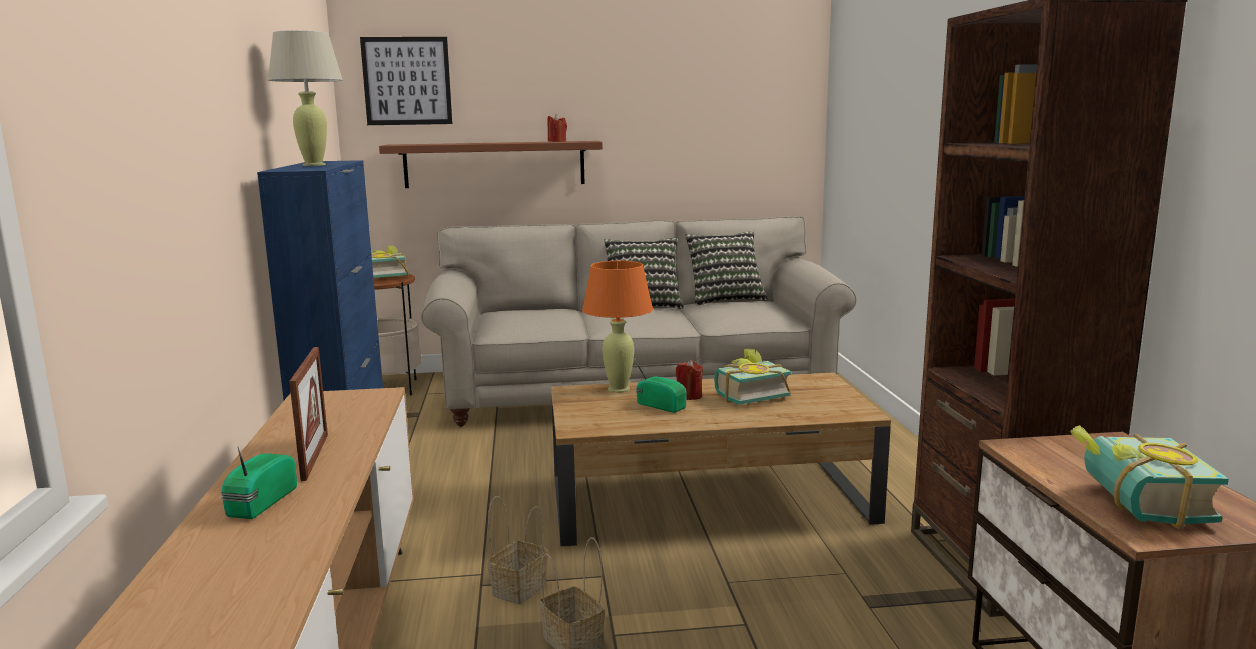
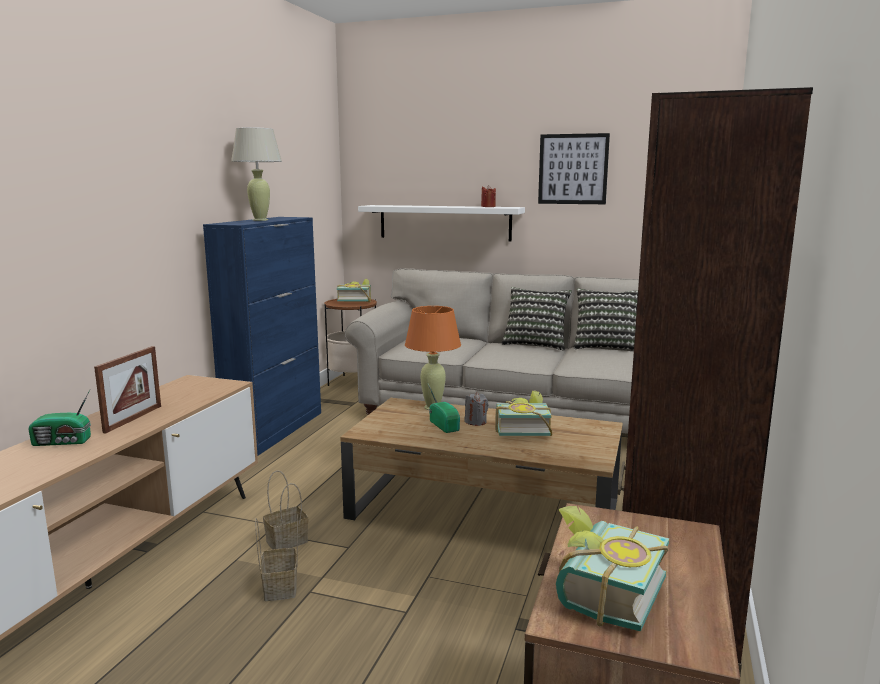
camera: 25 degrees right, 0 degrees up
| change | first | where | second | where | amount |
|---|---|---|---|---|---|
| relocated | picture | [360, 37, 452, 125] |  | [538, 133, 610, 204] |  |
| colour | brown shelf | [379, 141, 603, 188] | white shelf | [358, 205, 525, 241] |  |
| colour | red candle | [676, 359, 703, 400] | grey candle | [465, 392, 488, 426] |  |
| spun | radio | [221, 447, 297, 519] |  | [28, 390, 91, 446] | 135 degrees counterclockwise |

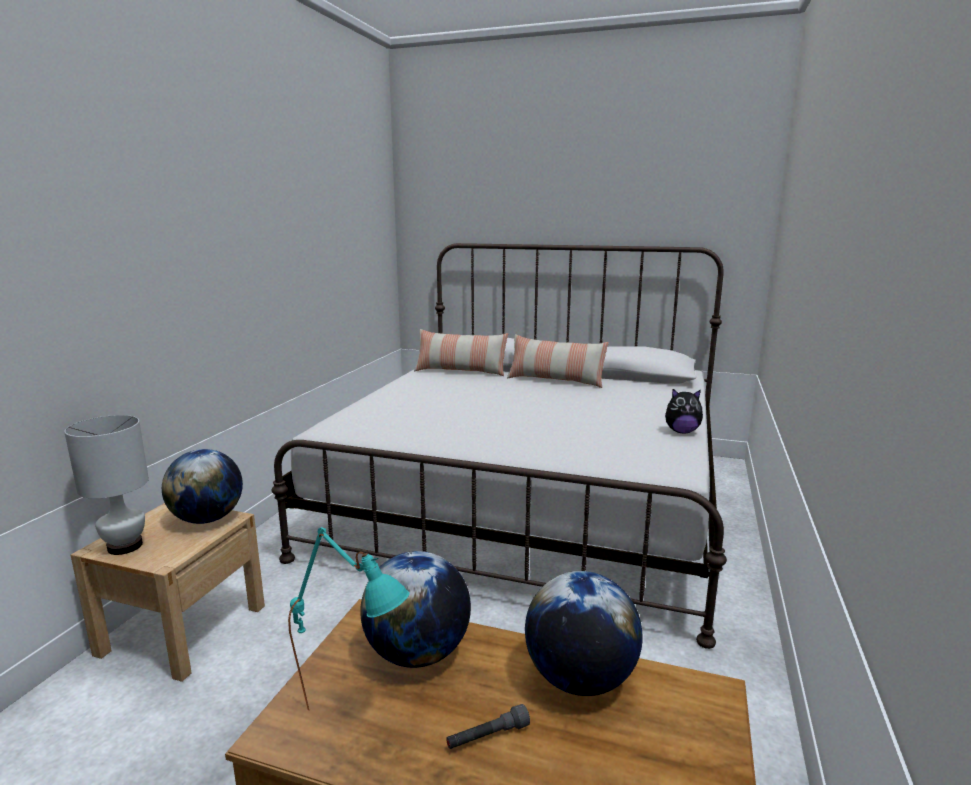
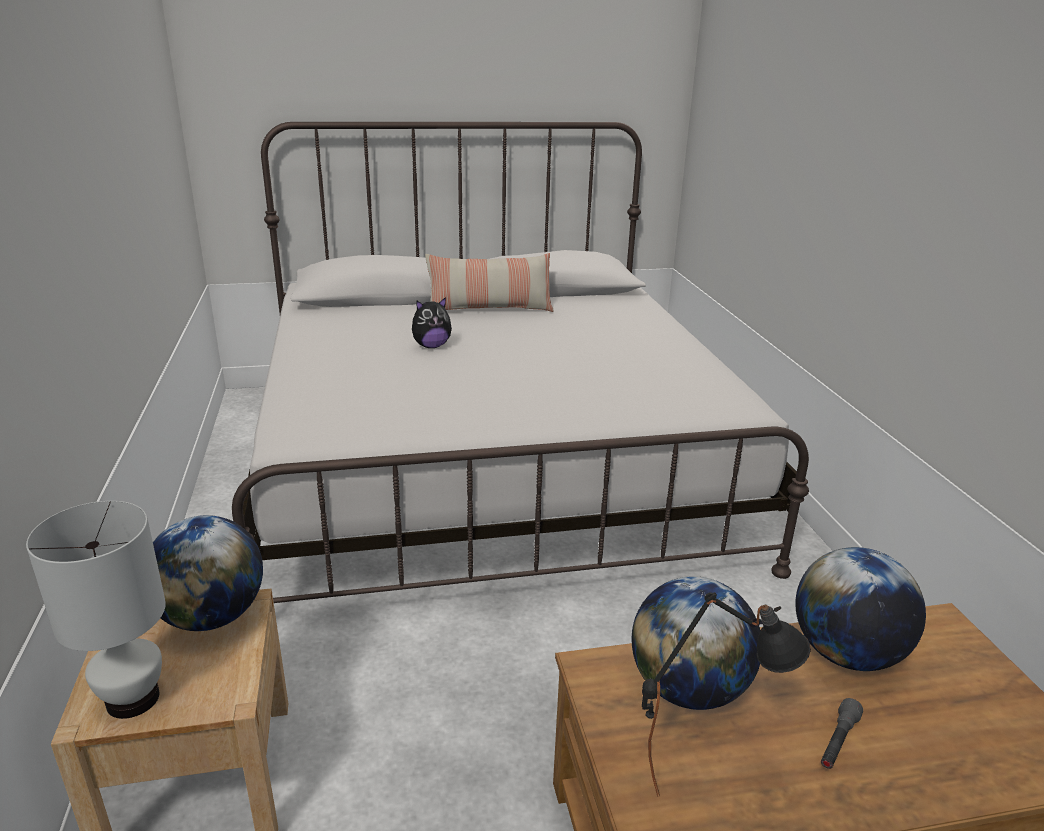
camera: 30 degrees left, 10 degrees up
| change | first | where | second | where | amount |
|---|---|---|---|---|---|
| missing | pillow | [414, 329, 508, 376] |  |  |  |
| relocated | plush toy | [665, 389, 703, 434] |  | [412, 297, 452, 348] |  |
| colour | turquoise table lamp | [288, 527, 410, 710] | black table lamp | [642, 592, 811, 797] |  |

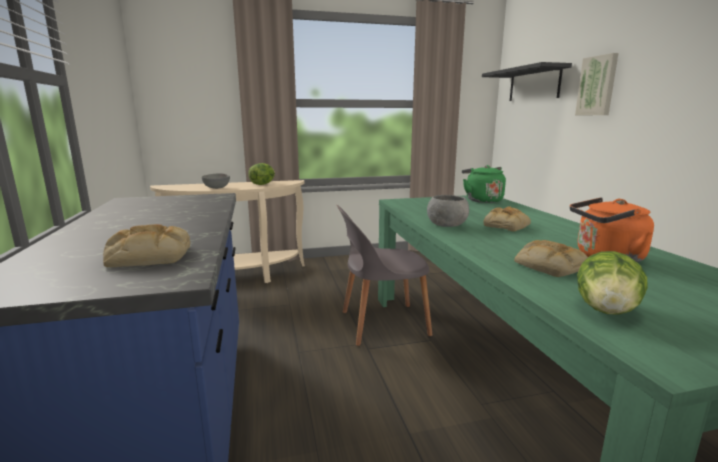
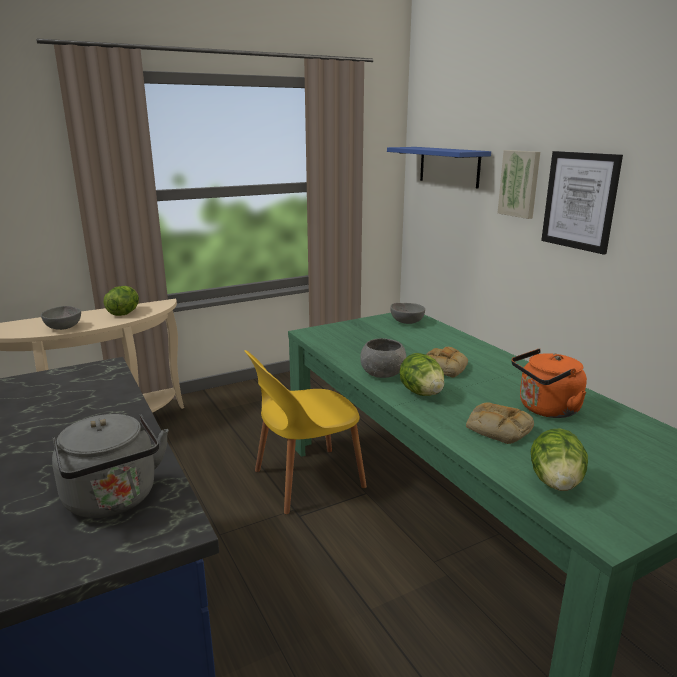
camera: 15 degrees left, 5 degrees up
| change | first | where | second | where | amount |
|---|---|---|---|---|---|
| appeared |  |  | lettuce | [399, 353, 444, 396] |  |
| appeared |  |  | picture | [541, 151, 623, 255] |  |
| exchanged | bread | [103, 224, 190, 267] | grey kettle | [52, 414, 169, 518] |  |
| exchanged | green kettle | [462, 165, 506, 203] | grey bowl | [390, 303, 425, 324] |  |
| colour | grey chair | [336, 205, 432, 346] | yellow chair | [245, 350, 367, 514] |  |
| colour | black shelf | [482, 62, 572, 101] | blue shelf | [387, 147, 491, 188] |  |

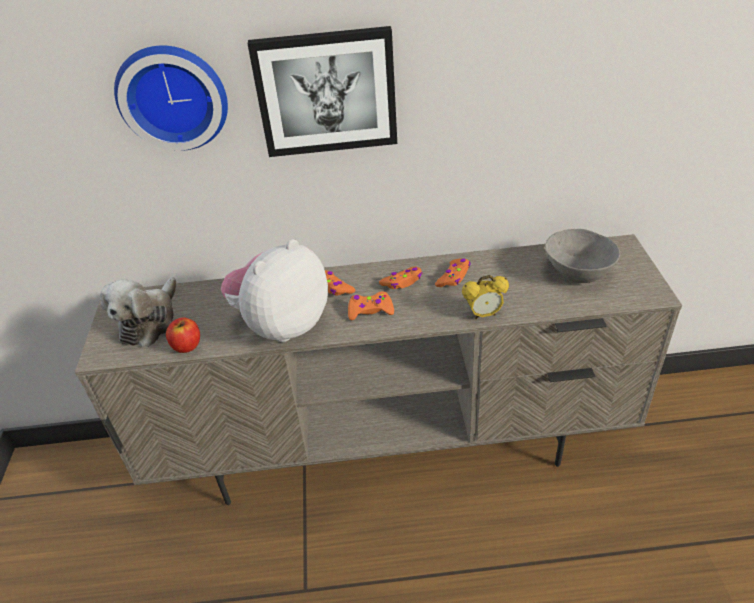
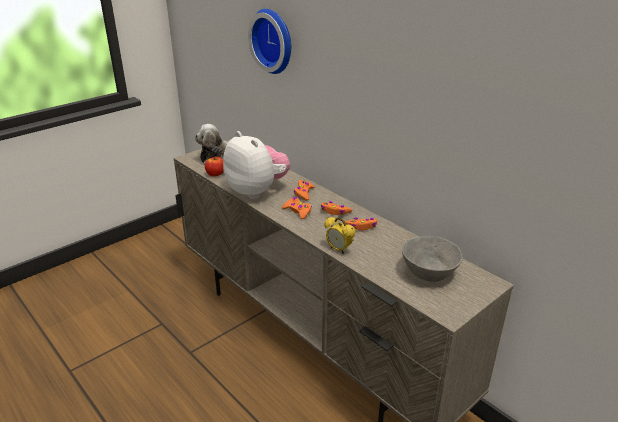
camera: 50 degrees right, 10 degrees down
| change | first | where | second | where | amount |
|---|---|---|---|---|---|
| missing | picture | [248, 26, 397, 157] |  |  |  |
| spun | plush toy | [221, 239, 328, 342] |  | [223, 131, 290, 199] | 45 degrees clockwise |

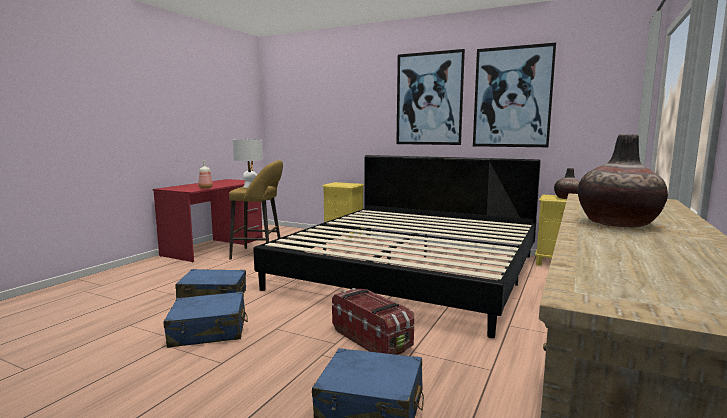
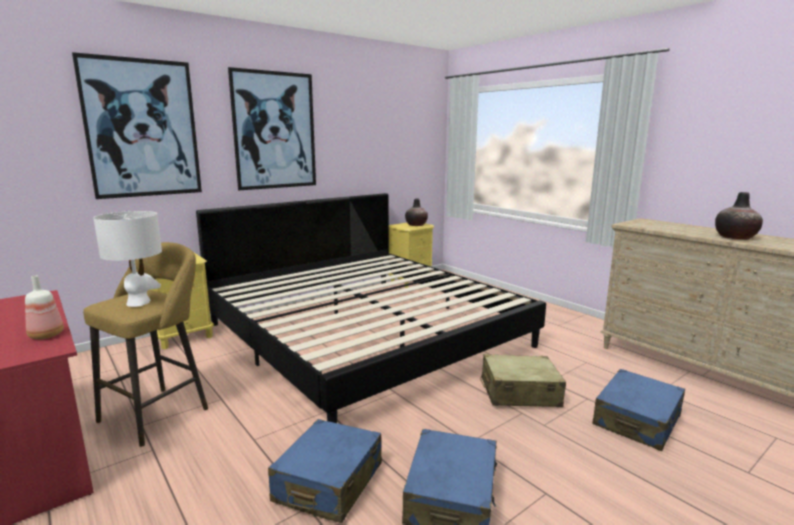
camera: 65 degrees left, 5 degrees up
| change | first | where | second | where | amount |
|---|---|---|---|---|---|
| relocated | picture | [473, 42, 556, 147] |  | [72, 52, 202, 199] |  |
| exchanged | storage box | [332, 288, 414, 355] | beige suitcase | [480, 354, 566, 407] |  |

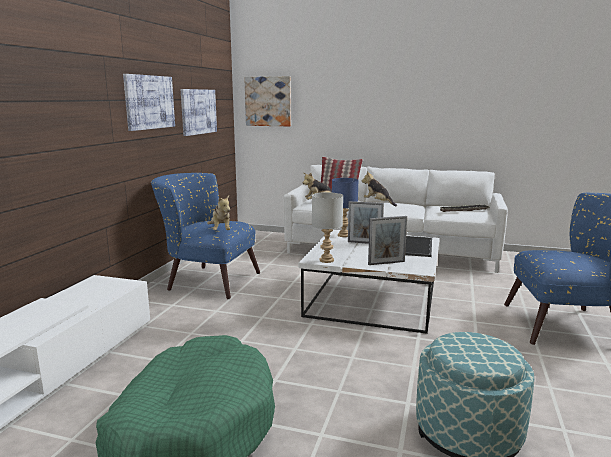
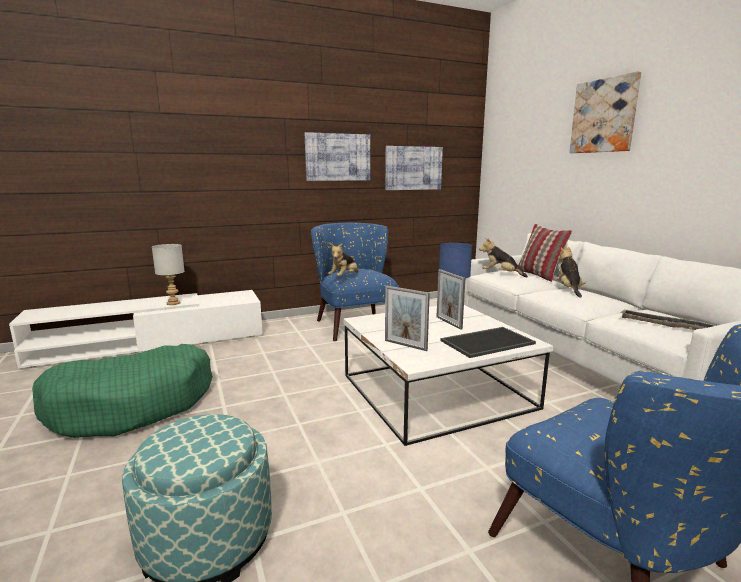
camera: 50 degrees right, 0 degrees up
| change | first | where | second | where | amount |
|---|---|---|---|---|---|
| relocated | picture | [244, 76, 291, 127] |  | [569, 71, 641, 153] |  |
| relocated | grey table lamp | [312, 192, 343, 263] |  | [152, 244, 184, 305] |  |

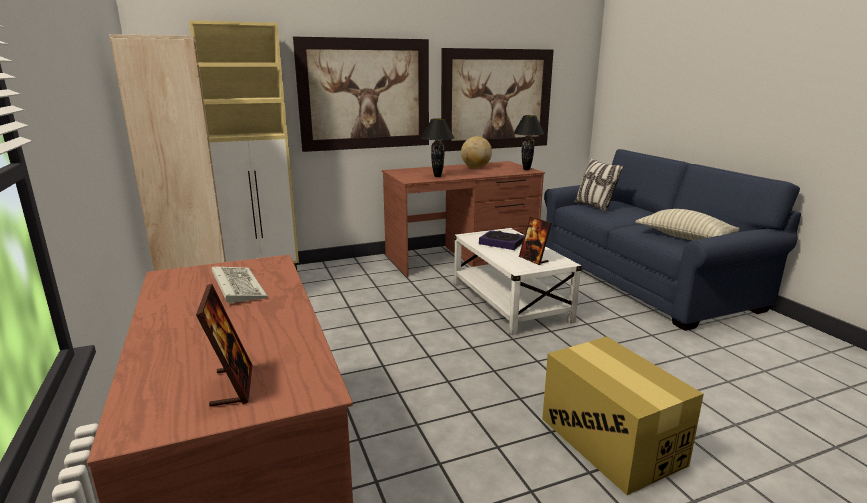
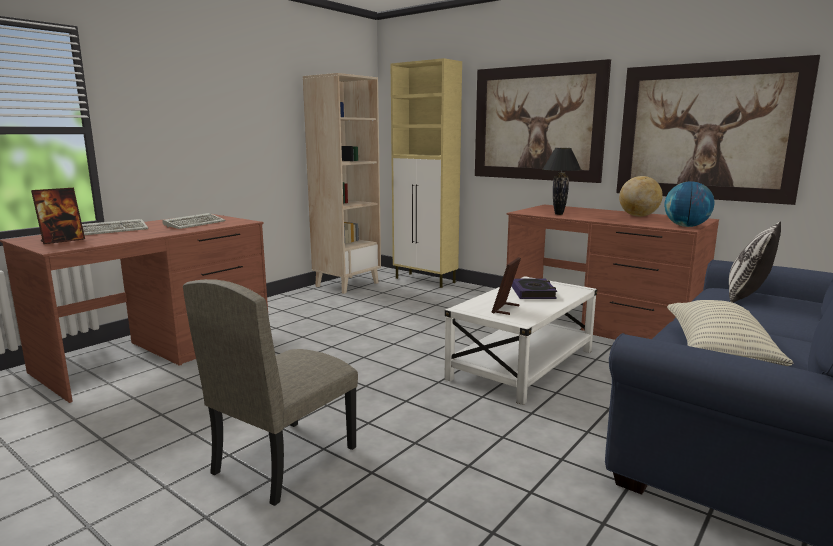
camera: 60 degrees right, 5 degrees down
| change | first | where | second | where | amount |
|---|---|---|---|---|---|
| appeared |  |  | keyboard | [82, 219, 148, 235] |  |
| exchanged | black table lamp | [513, 115, 544, 170] | globe | [664, 181, 715, 227] |  |
| exchanged | cardboard box | [542, 336, 704, 495] | beige chair | [183, 279, 358, 506] |  |

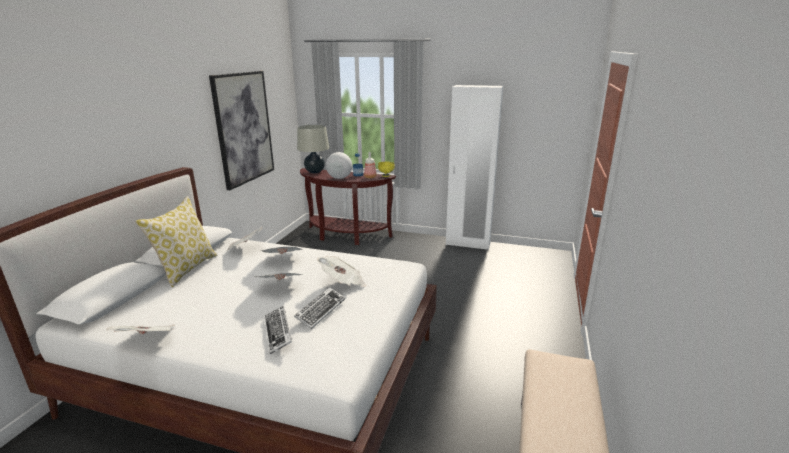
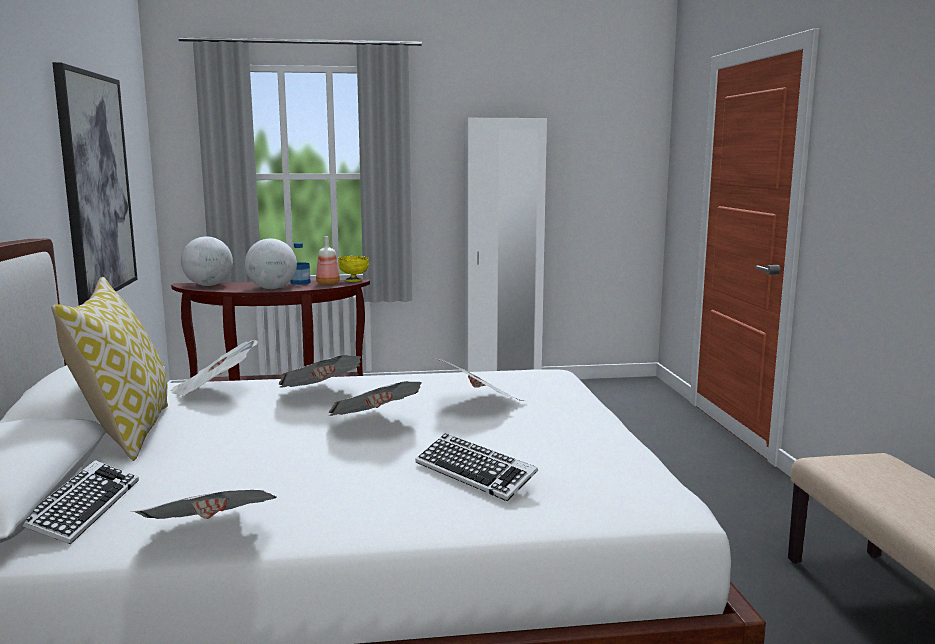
camera: 25 degrees left, 10 degrees down
| change | first | where | second | where | amount |
|---|---|---|---|---|---|
| relocated | keyboard | [294, 287, 345, 329] |  | [23, 460, 139, 544] |  |
| exchanged | beige table lamp | [297, 124, 329, 173] | globe | [181, 236, 233, 286] |  |

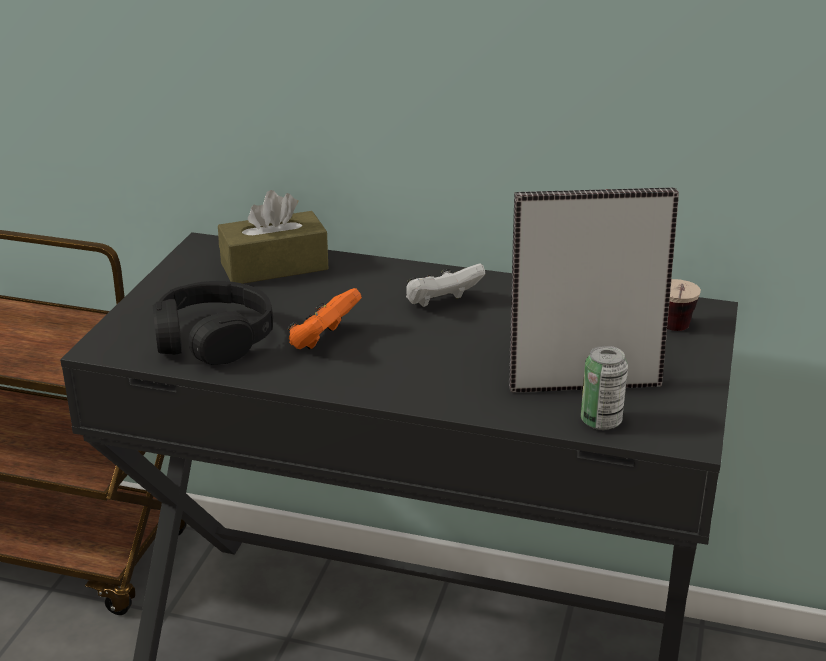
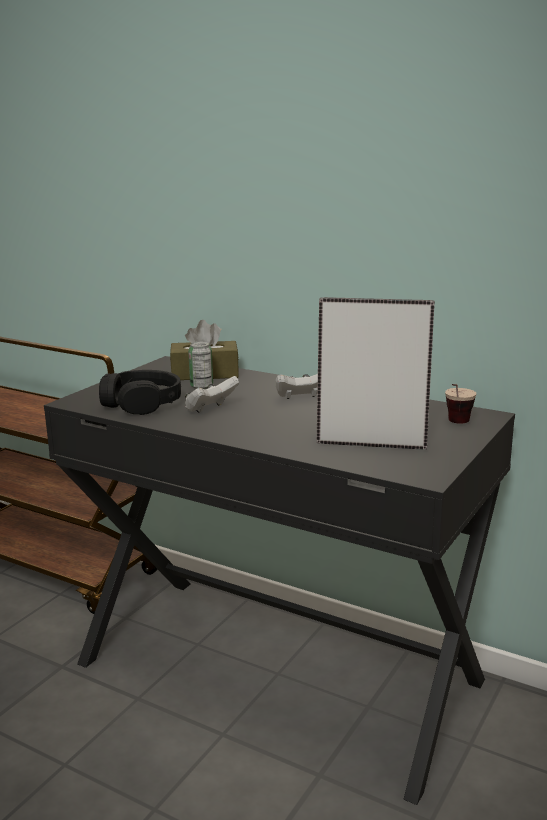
camera: 15 degrees right, 10 degrees down
| change | first | where | second | where | amount |
|---|---|---|---|---|---|
| relocated | can | [581, 346, 628, 430] |  | [188, 342, 213, 389] |  |
| colour | orange game controller | [288, 288, 362, 350] | white game controller | [185, 376, 239, 413] |  |

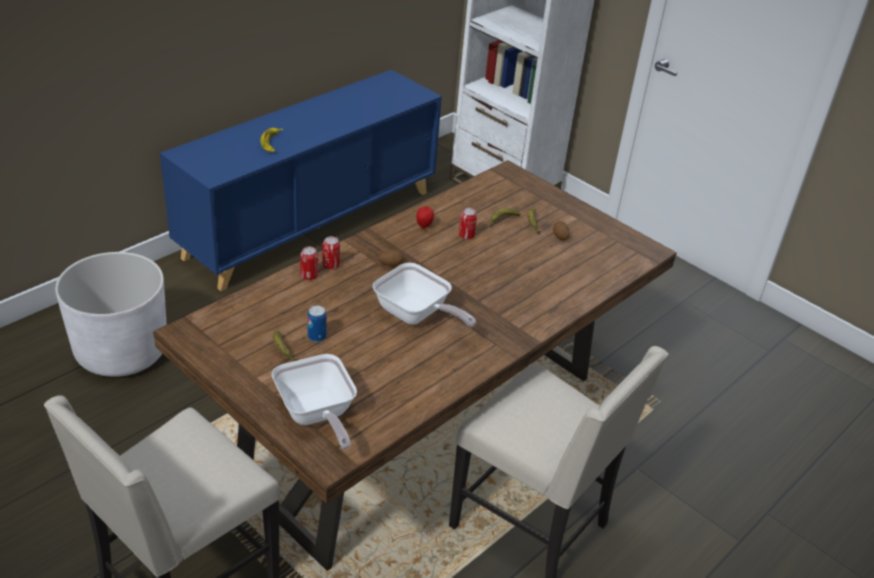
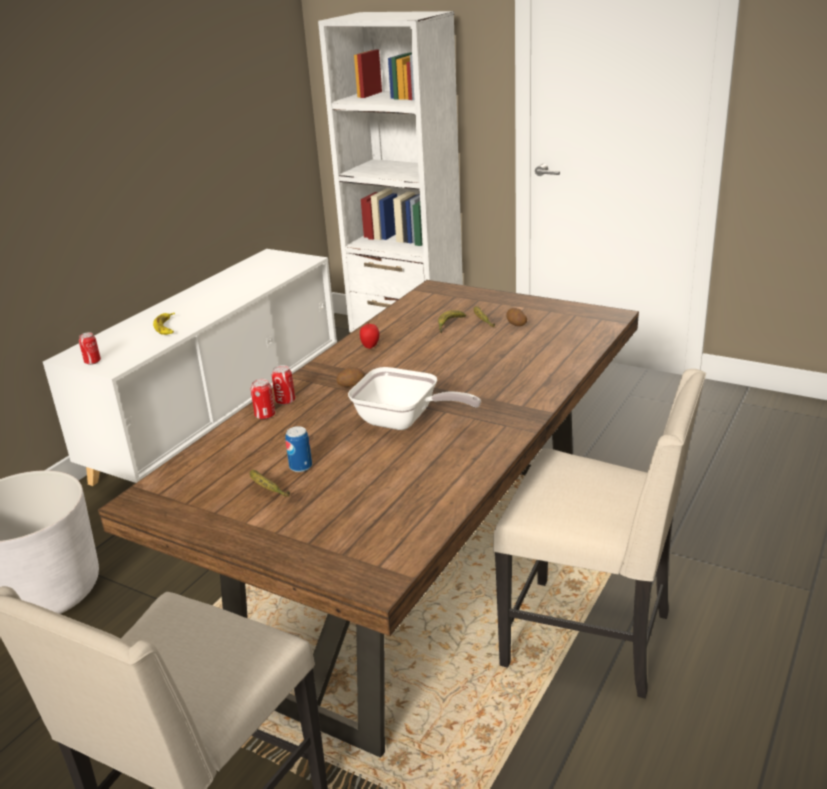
camera: 10 degrees left, 10 degrees down
| change | first | where | second | where | amount |
|---|---|---|---|---|---|
| missing | frying pan | [272, 354, 357, 449] |  |  |  |
| relocated | can | [459, 208, 477, 239] |  | [79, 332, 101, 365] |  |
| colour | blue cabinet | [160, 70, 442, 291] | white cabinet | [43, 249, 337, 486] |  |

